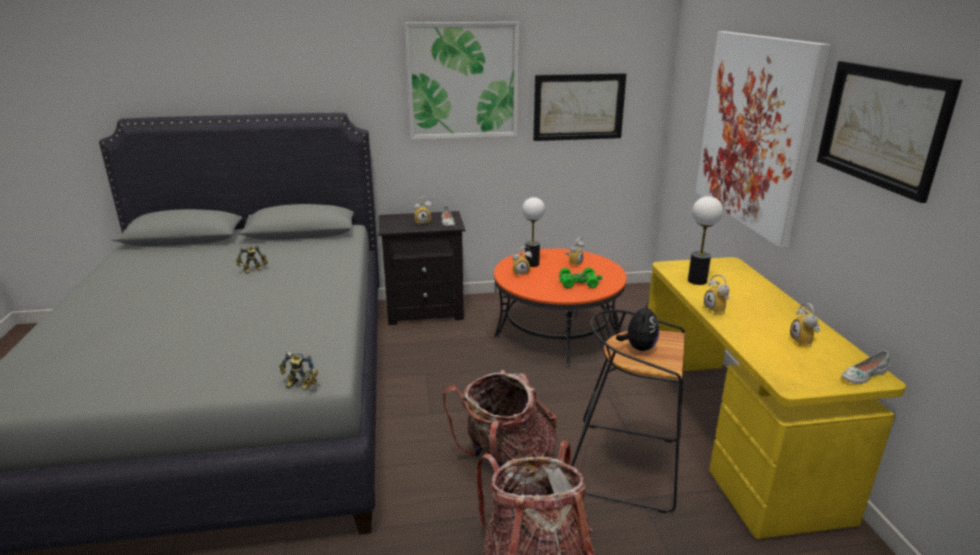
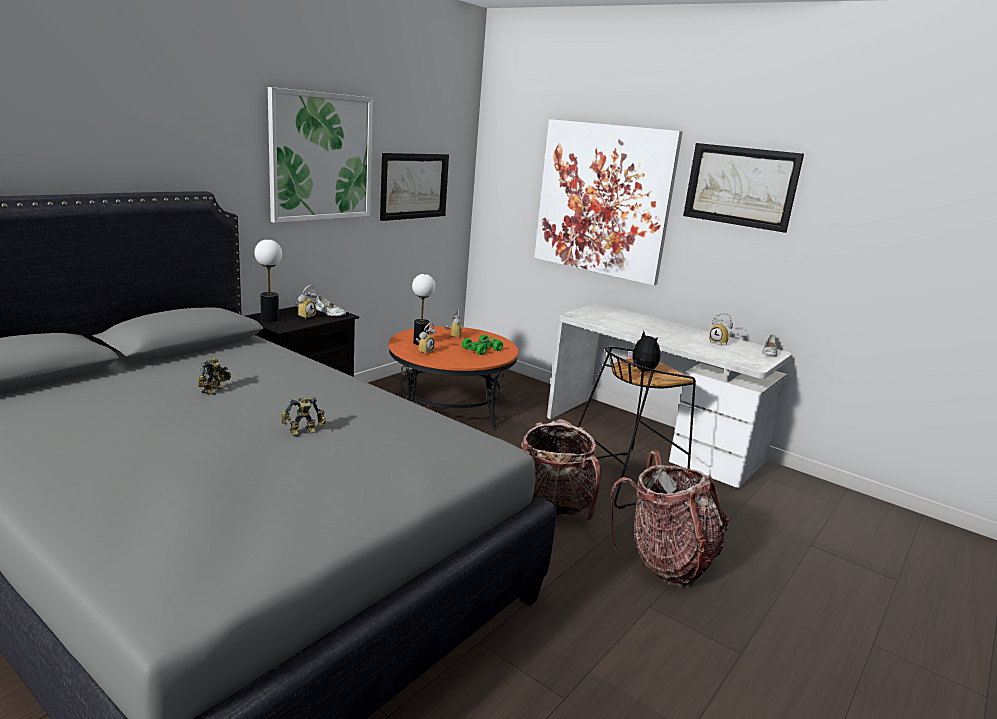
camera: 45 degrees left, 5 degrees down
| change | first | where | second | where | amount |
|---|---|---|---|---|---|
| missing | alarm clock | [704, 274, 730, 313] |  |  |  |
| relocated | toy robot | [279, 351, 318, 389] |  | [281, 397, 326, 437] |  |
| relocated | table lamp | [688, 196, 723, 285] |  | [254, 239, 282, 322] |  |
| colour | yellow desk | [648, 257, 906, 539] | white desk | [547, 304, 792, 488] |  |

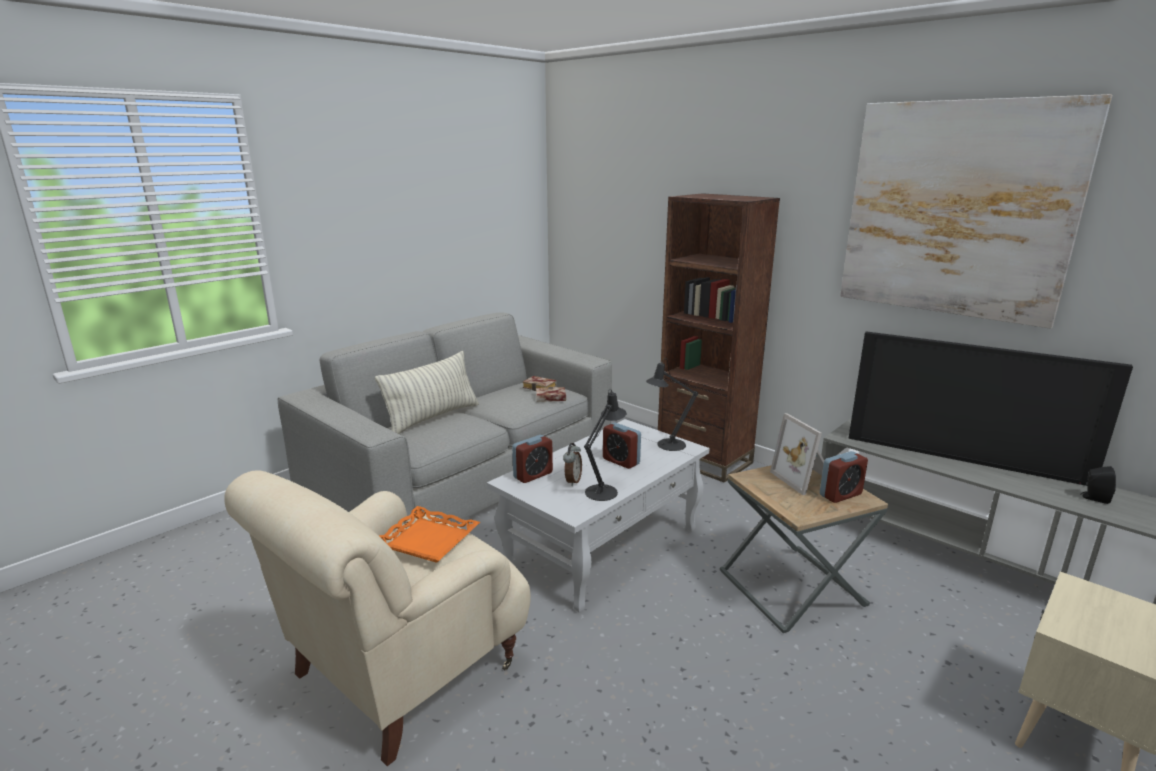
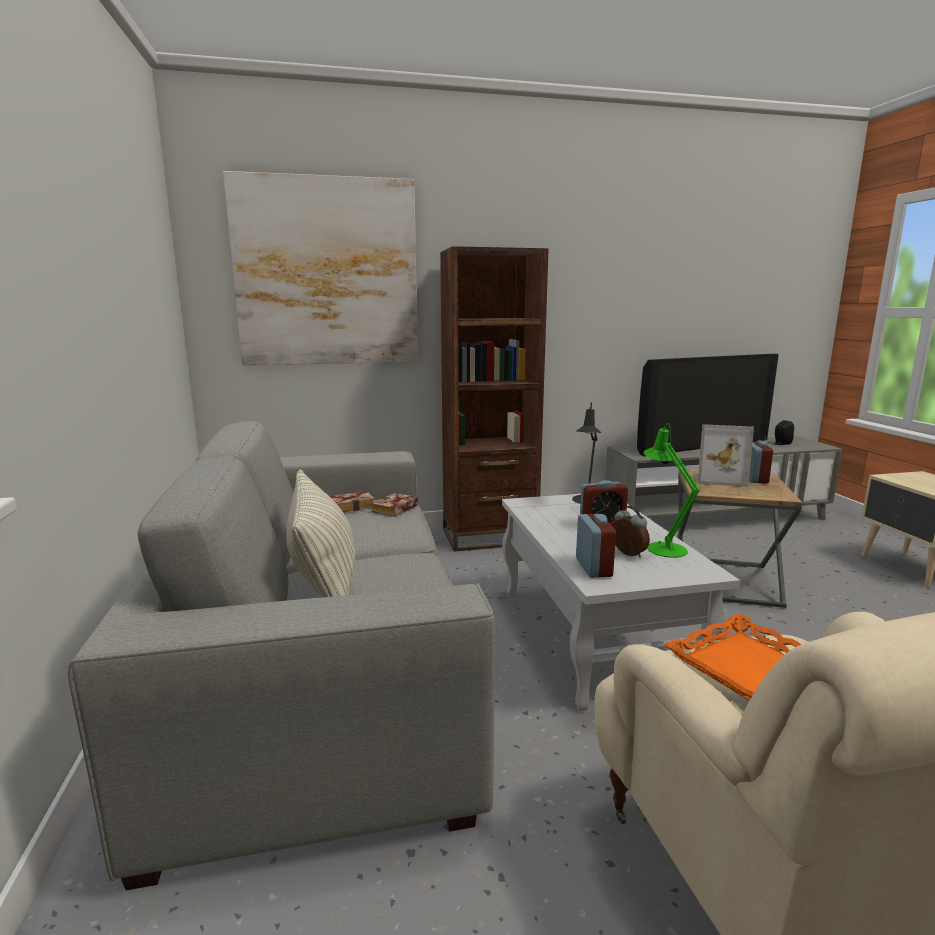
camera: 55 degrees left, 5 degrees down
| change | first | where | second | where | amount |
|---|---|---|---|---|---|
| relocated | picture | [840, 94, 1112, 329] |  | [223, 171, 418, 365] |  |
| colour | black table lamp | [584, 389, 627, 501] | green table lamp | [643, 423, 700, 558] |  |

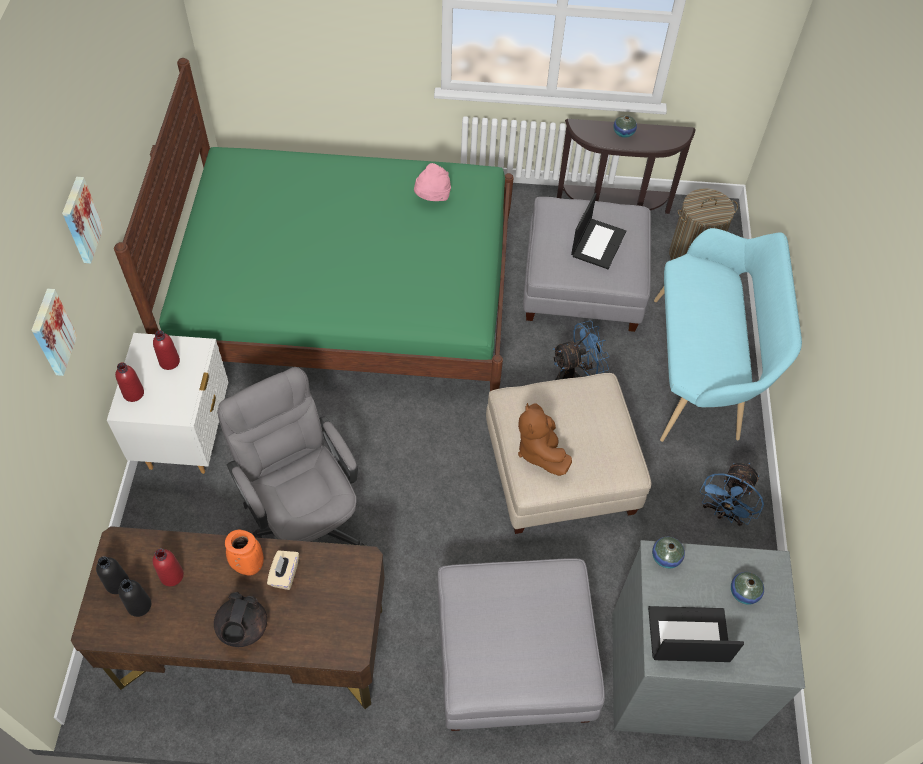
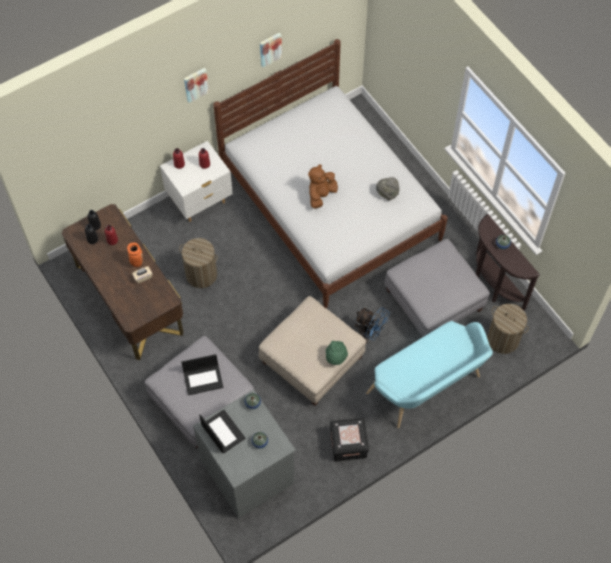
camera: 55 degrees right, 5 degrees up
| change | first | where | second | where | amount |
|---|---|---|---|---|---|
| missing | black teapot | [214, 592, 267, 647] |  |  |  |
| appeared |  |  | green hat | [326, 341, 348, 365] |  |
| relocated | picture | [32, 289, 77, 376] |  | [260, 32, 282, 67] |  |
| relocated | brown plush toy | [518, 403, 572, 476] |  | [308, 164, 338, 209] |  |
| relocated | laptop | [571, 193, 626, 269] |  | [181, 354, 223, 395] |  |
| exchanged | grey office chair | [217, 367, 364, 546] | laundry basket | [179, 238, 218, 288] |  |
| exchanged | blue fan | [700, 463, 764, 526] | black storage box | [330, 418, 369, 461] |  |
| colour | green bed | [114, 58, 514, 391] | white bed | [213, 39, 448, 308] |  |
| colour | pink hat | [414, 163, 451, 201] | grey hat | [376, 177, 399, 201] |  |

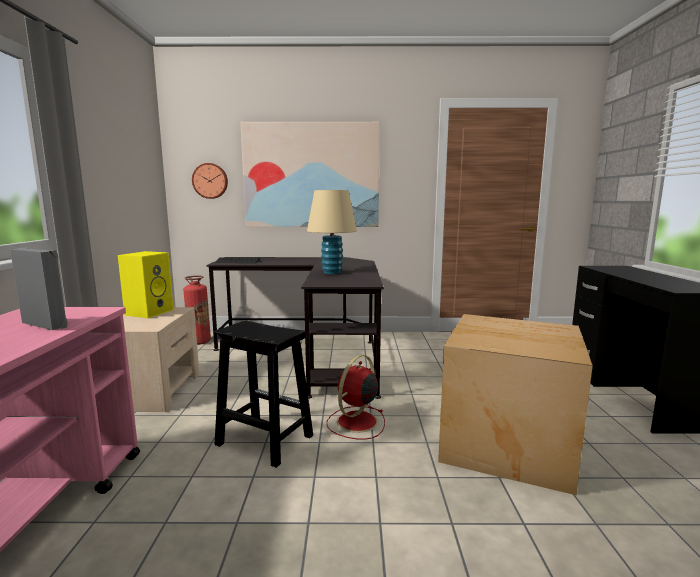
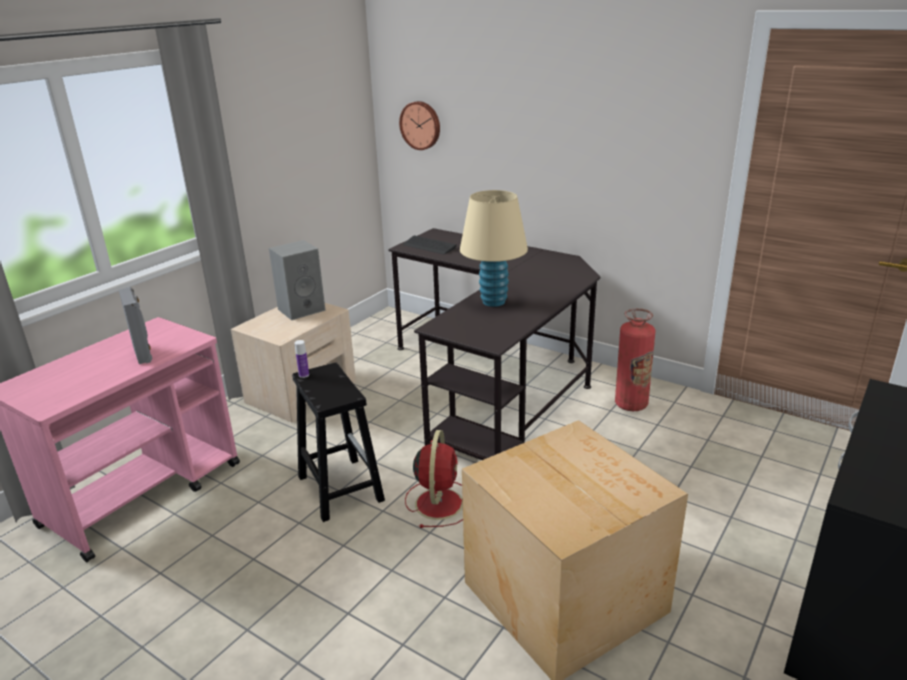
camera: 35 degrees right, 15 degrees up
| change | first | where | second | where | amount |
|---|---|---|---|---|---|
| missing | picture | [240, 122, 380, 227] |  |  |  |
| appeared |  |  | bottle | [295, 340, 309, 378] |  |
| relocated | fire extinguisher | [183, 276, 211, 345] |  | [615, 308, 655, 411] |  |
| colour | yellow speaker | [118, 251, 173, 318] | grey speaker | [269, 240, 326, 320] |  |
| spun | red fan | [327, 355, 385, 440] |  | [405, 430, 463, 528] | 120 degrees clockwise |

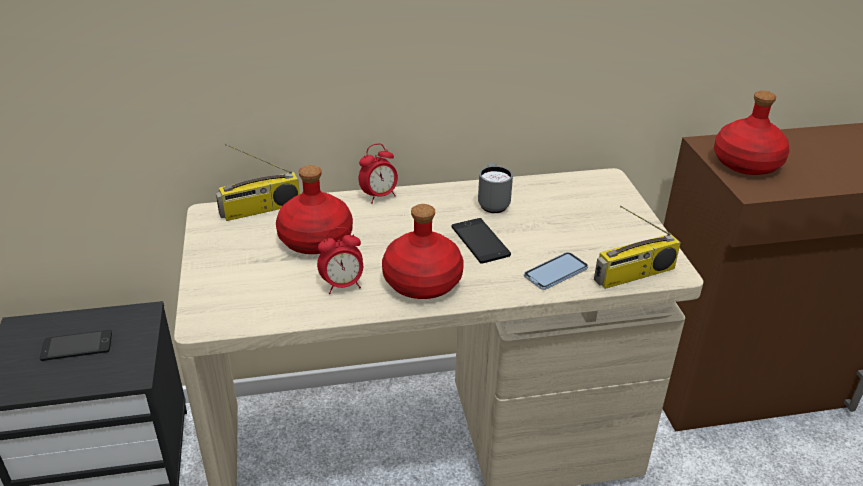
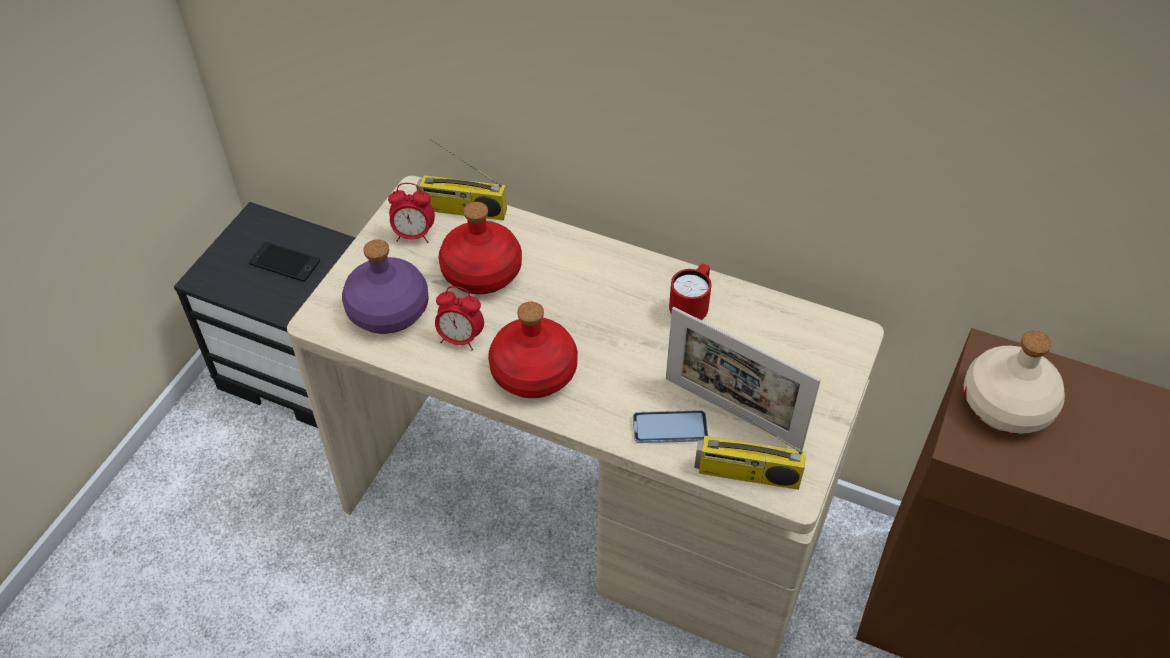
camera: 35 degrees right, 15 degrees up
| change | first | where | second | where | amount |
|---|---|---|---|---|---|
| missing | phone | [452, 218, 511, 264] |  |  |  |
| appeared |  |  | purple bottle | [342, 239, 429, 334] |  |
| appeared |  |  | picture frame | [666, 307, 821, 450] |  |
| relocated | alarm clock | [359, 143, 398, 203] |  | [388, 183, 435, 243] |  |
| colour | grey mug | [478, 163, 513, 213] | red mug | [669, 264, 711, 320] |  |
| colour | red bottle | [714, 91, 790, 175] | beige bottle | [964, 331, 1065, 434] |  |

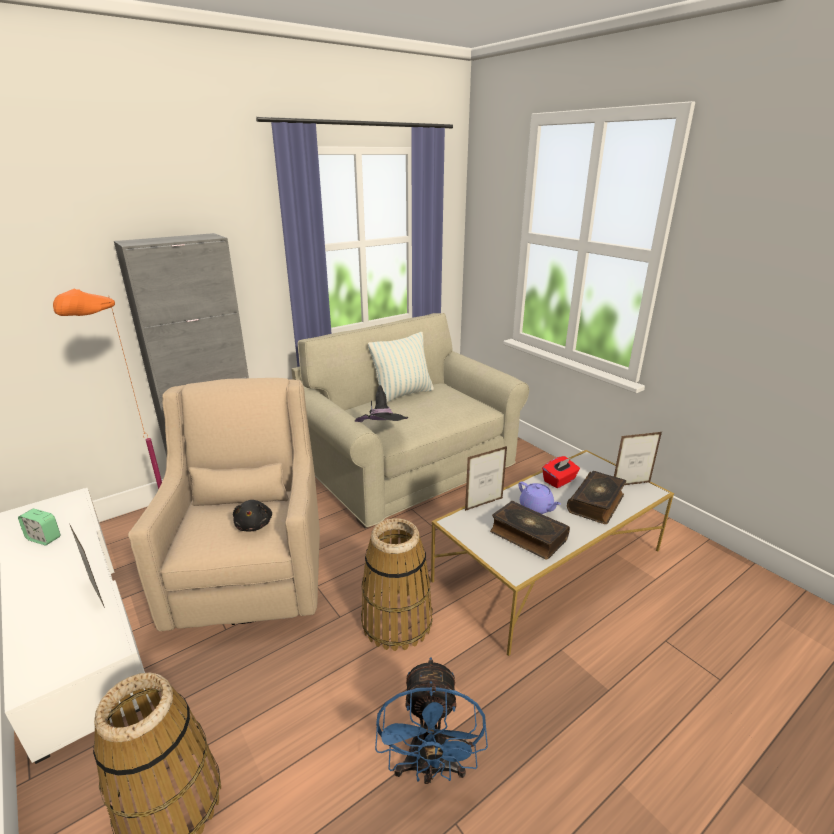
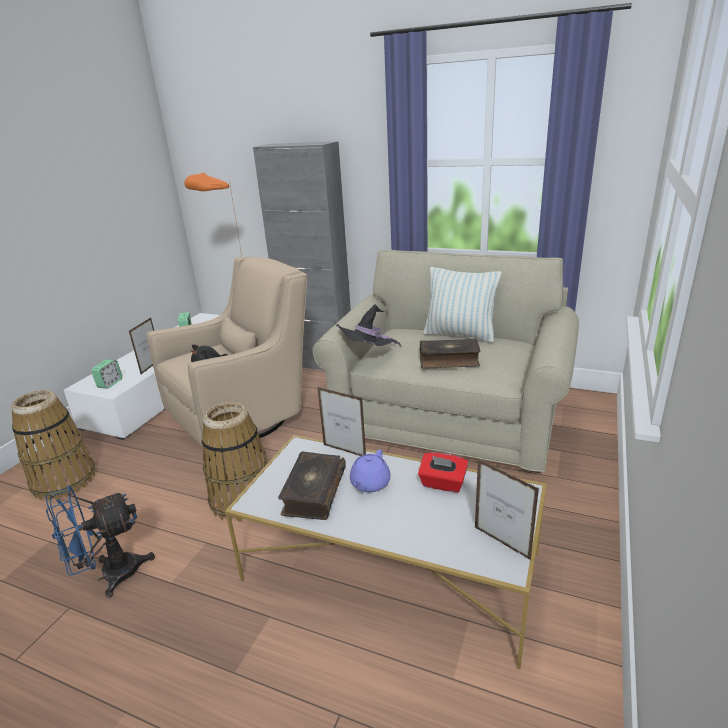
camera: 60 degrees right, 0 degrees up
| change | first | where | second | where | amount |
|---|---|---|---|---|---|
| appeared |  |  | alarm clock | [91, 360, 122, 388] |  |
| relocated | book | [567, 471, 626, 524] |  | [420, 339, 480, 369] |  |

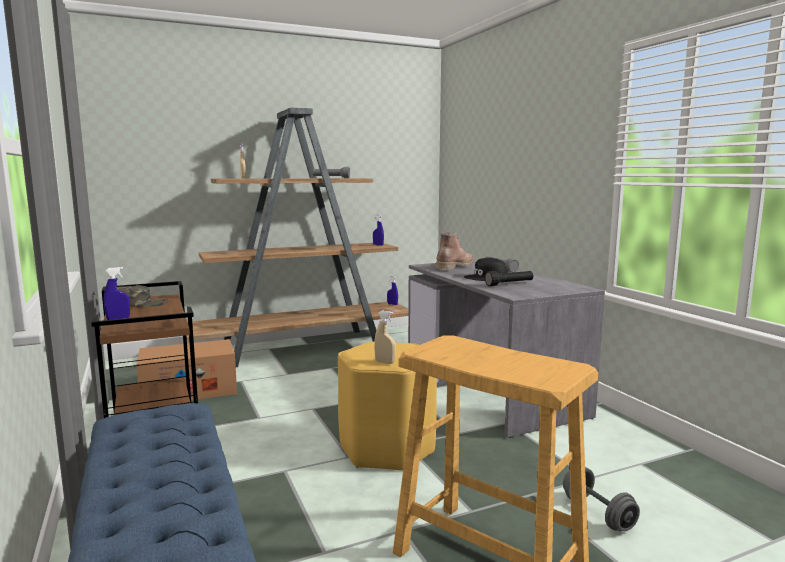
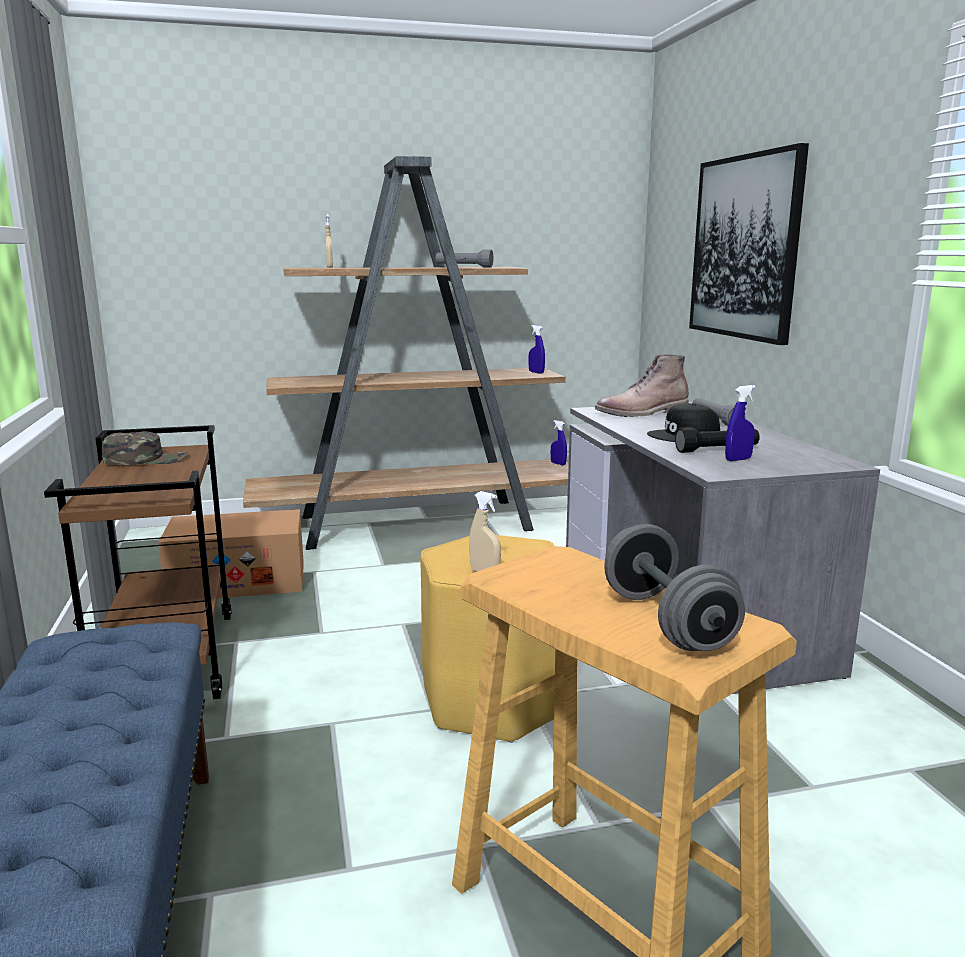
camera: 10 degrees right, 5 degrees up
| change | first | where | second | where | amount |
|---|---|---|---|---|---|
| appeared |  |  | picture | [689, 143, 809, 345] |  |
| relocated | blue spray bottle | [104, 267, 130, 320] |  | [725, 385, 756, 461] |  |
| relocated | grey dumbbell | [563, 467, 640, 531] |  | [604, 524, 745, 651] |  |
| spun | brown boot | [436, 231, 474, 270] |  | [595, 354, 689, 417] | 150 degrees counterclockwise |

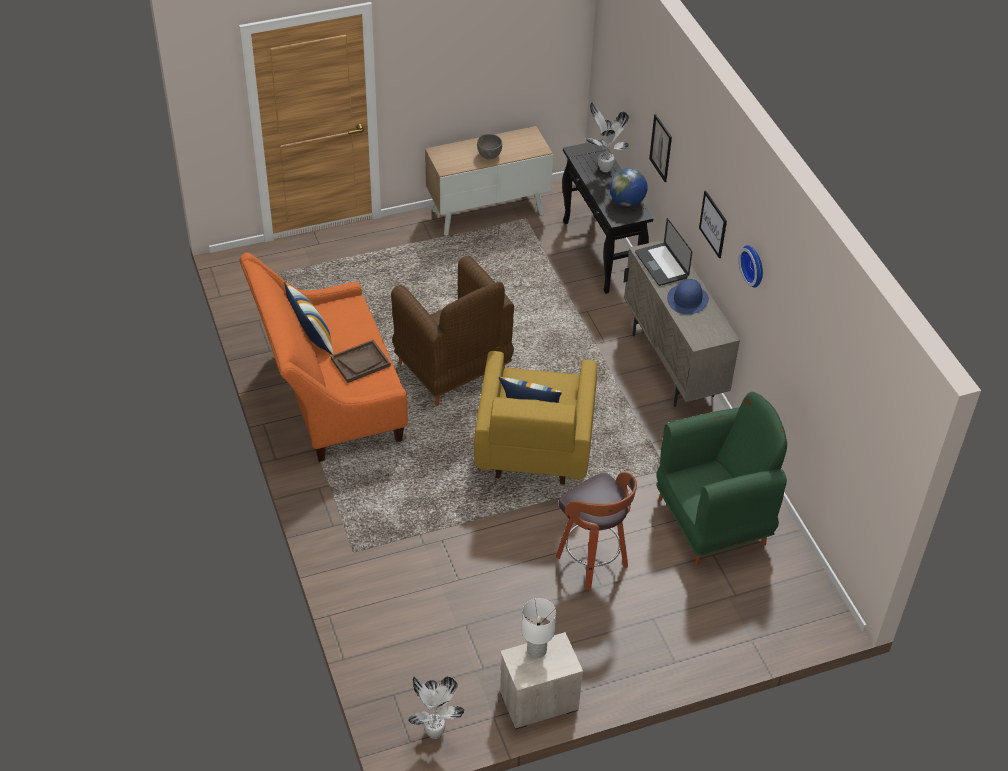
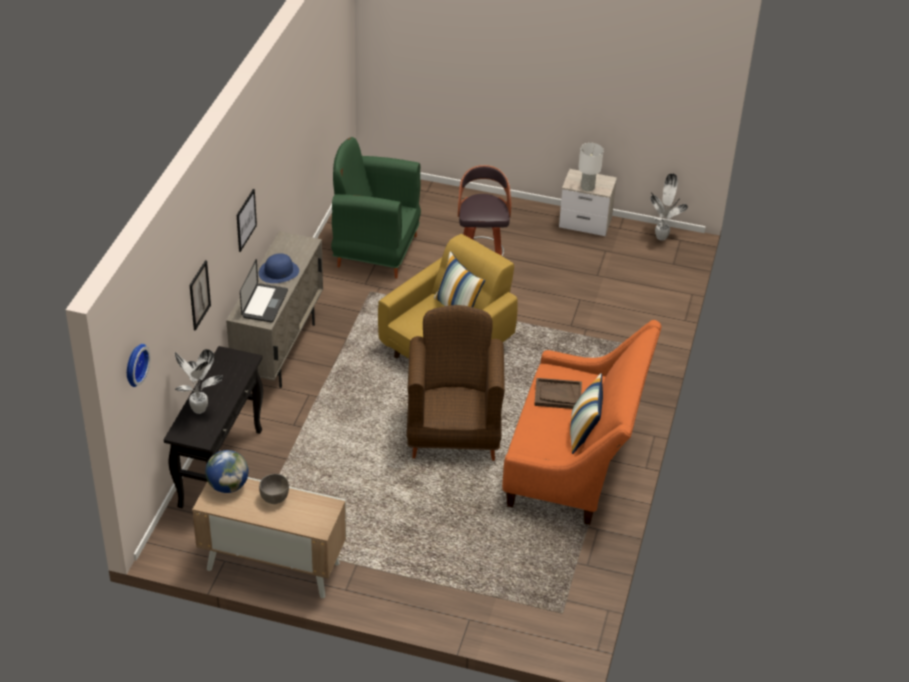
camera: 145 degrees left, 5 degrees down
| change | first | where | second | where | amount |
|---|---|---|---|---|---|
| relocated | globe | [609, 168, 648, 207] |  | [205, 450, 249, 493] |  |
| relocated | wall clock | [739, 245, 763, 288] |  | [127, 344, 151, 387] |  |

